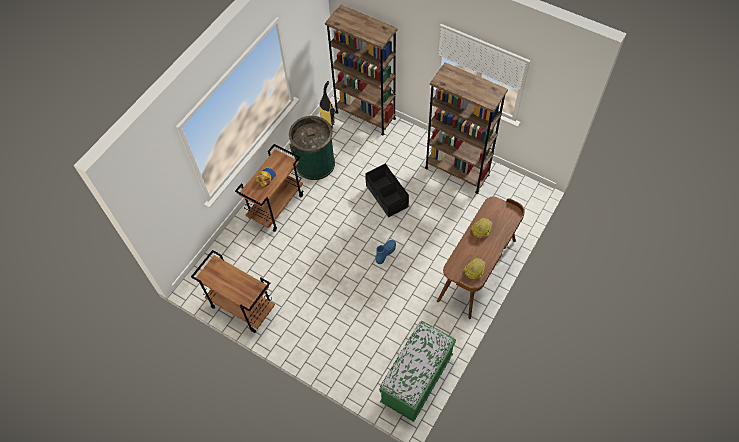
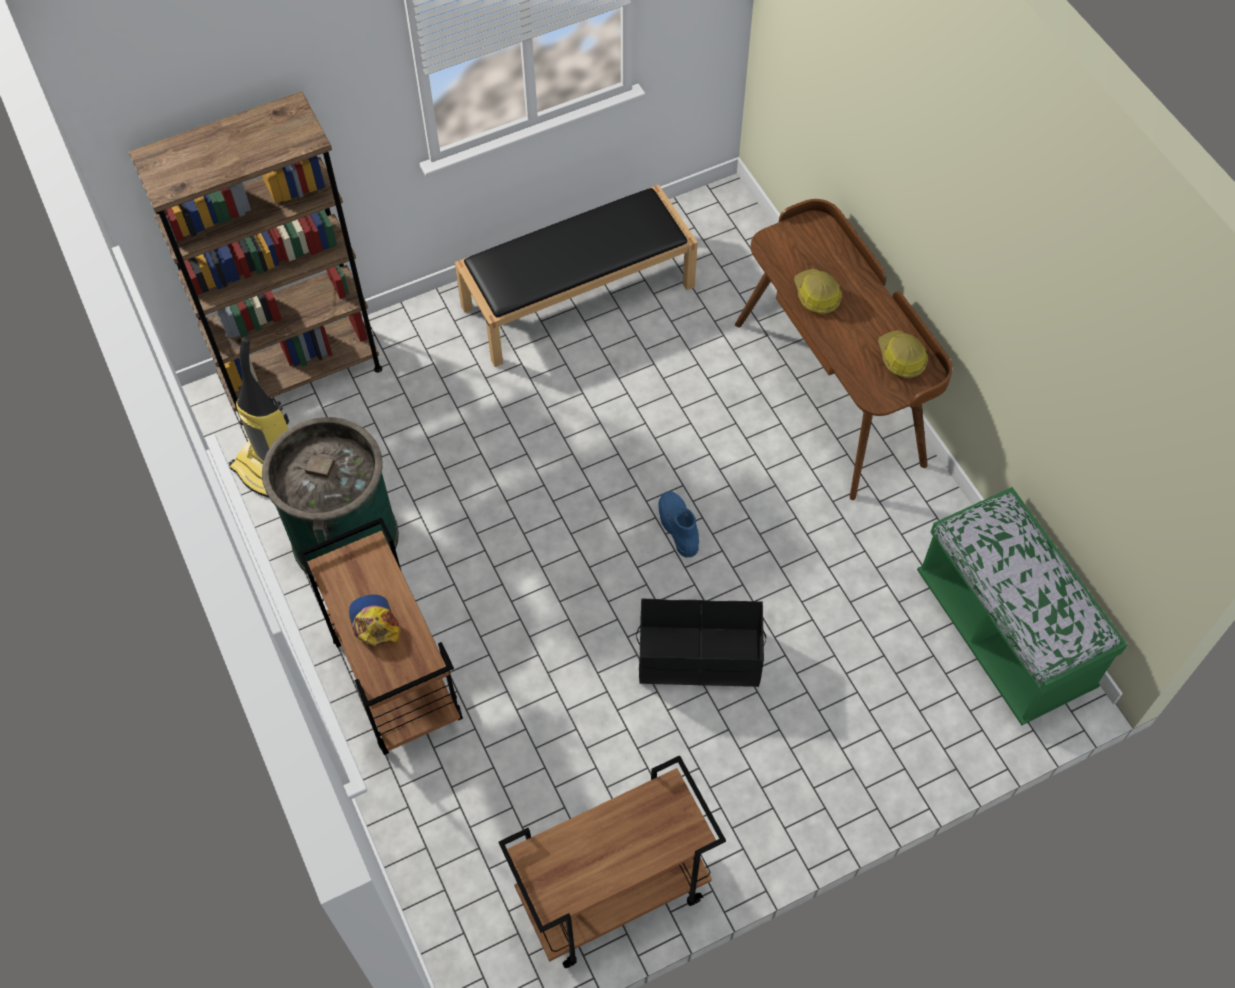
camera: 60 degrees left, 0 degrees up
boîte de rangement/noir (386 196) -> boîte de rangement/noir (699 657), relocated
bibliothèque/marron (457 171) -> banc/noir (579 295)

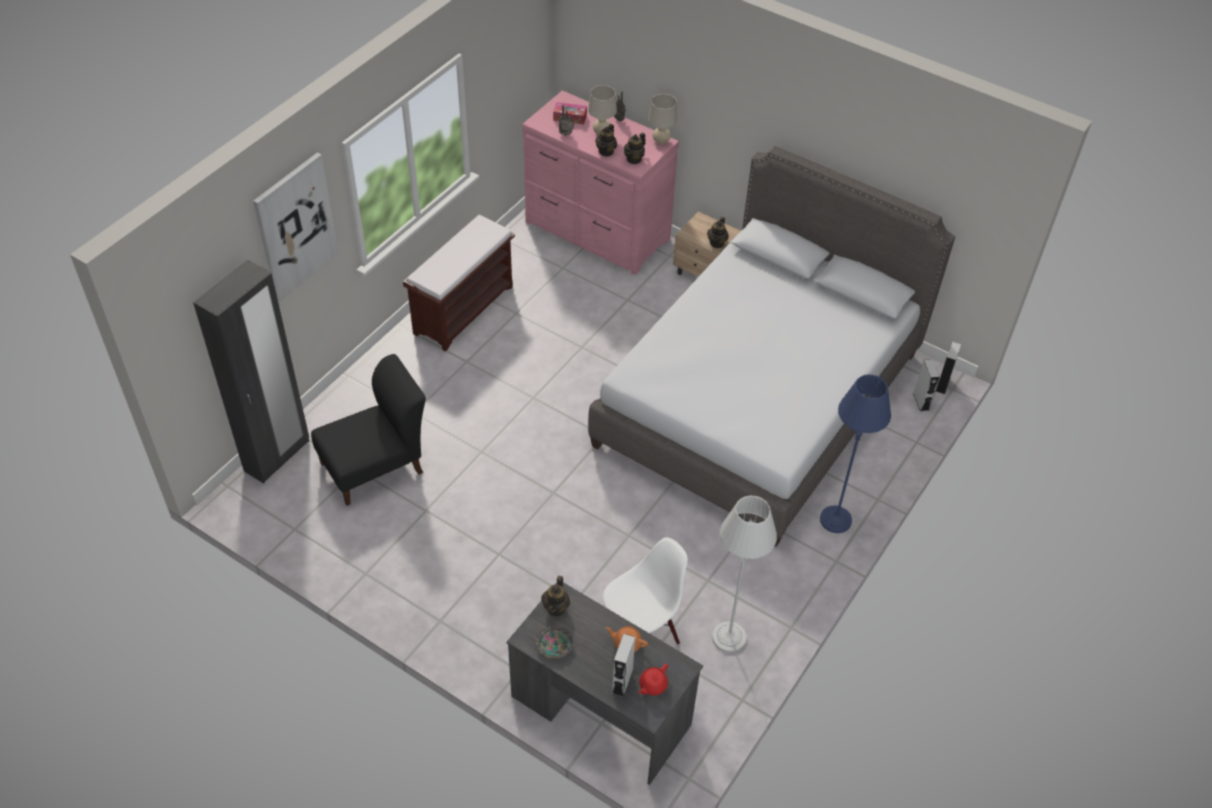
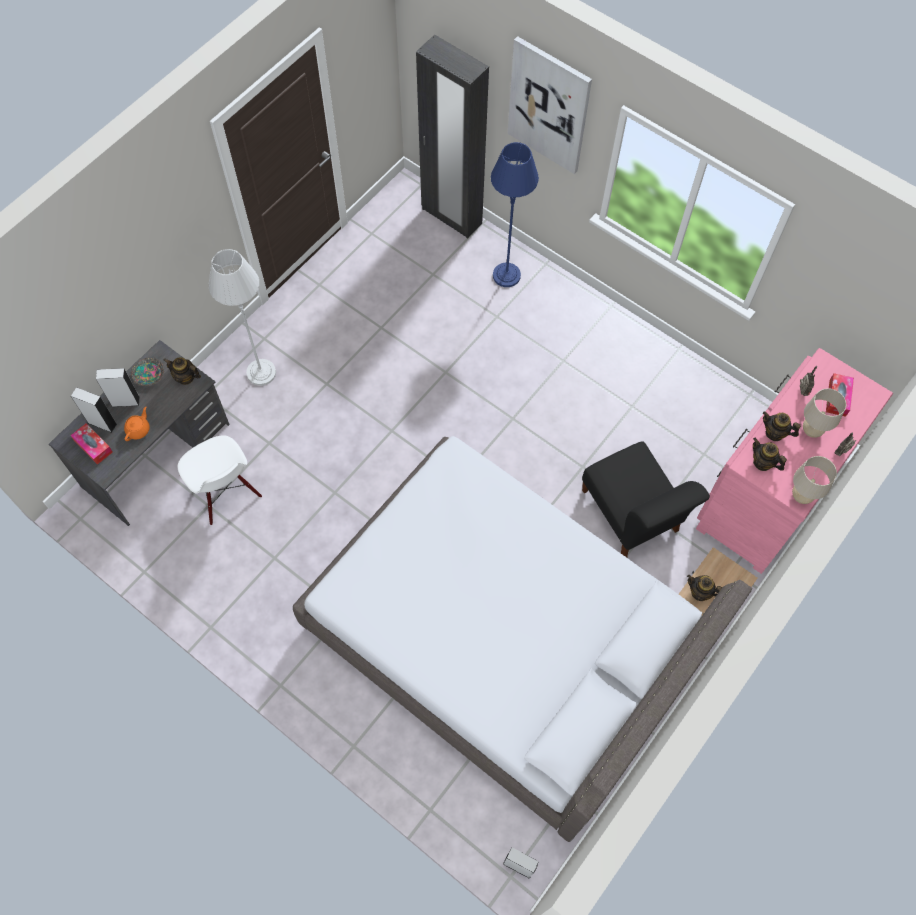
camera: 95 degrees right, 15 degrees up
chaise/noir (376 466) -> chaise/noir (631 515), relocated
banc/marron (464 309) -> none
théière/rouge (652 685) -> boîte à mouchoirs (93 446)
lampadaire/gris (729 638) -> lampadaire/gris (261 373), relocated
lampadaire/bleu (835 520) -> lampadaire/bleu (506 275), relocated
enceinte/gris (921 401) -> enceinte/gris (125 401), relocated

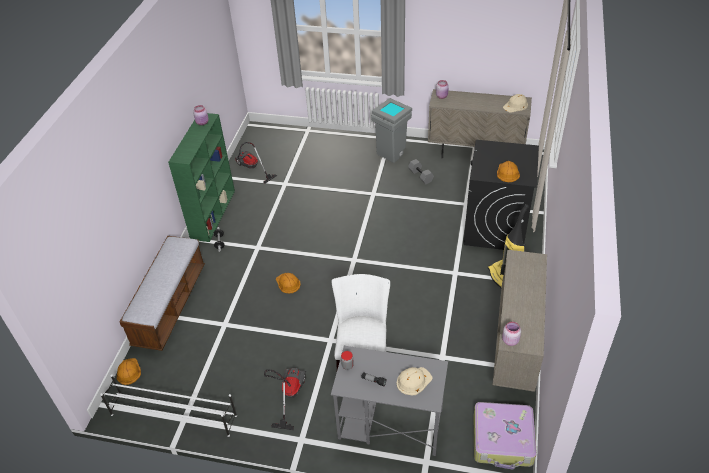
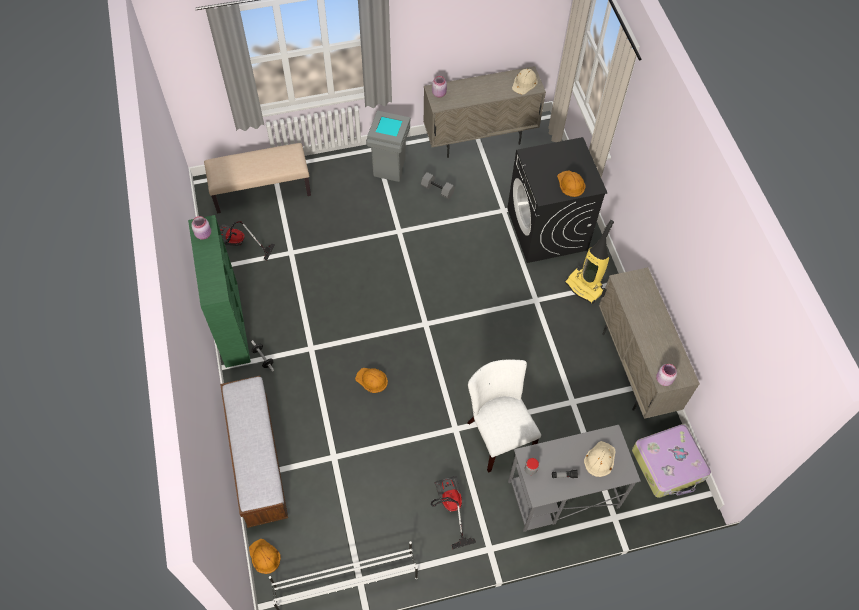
camera: 30 degrees left, 15 degrees up
none -> banc/beige (262 190)

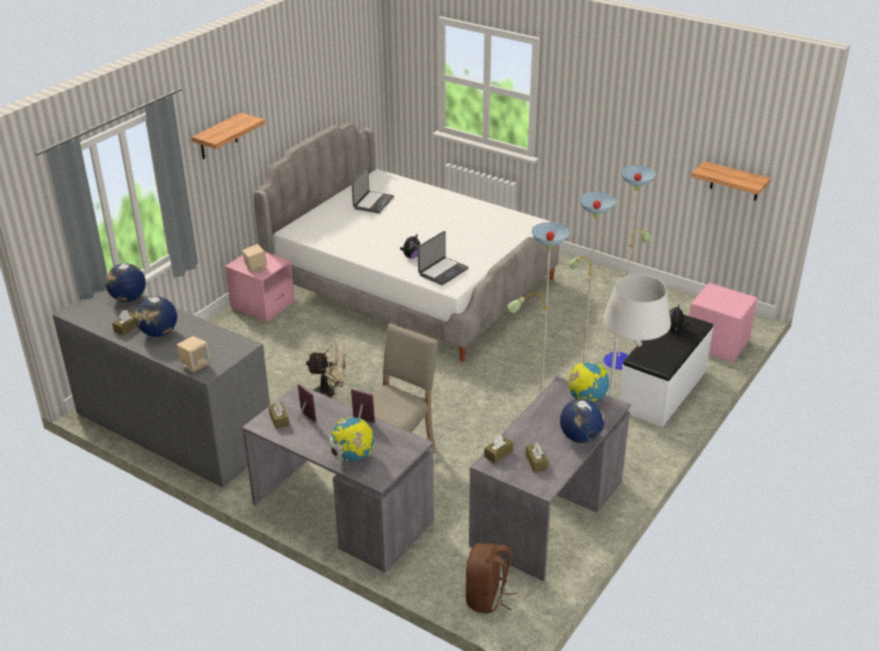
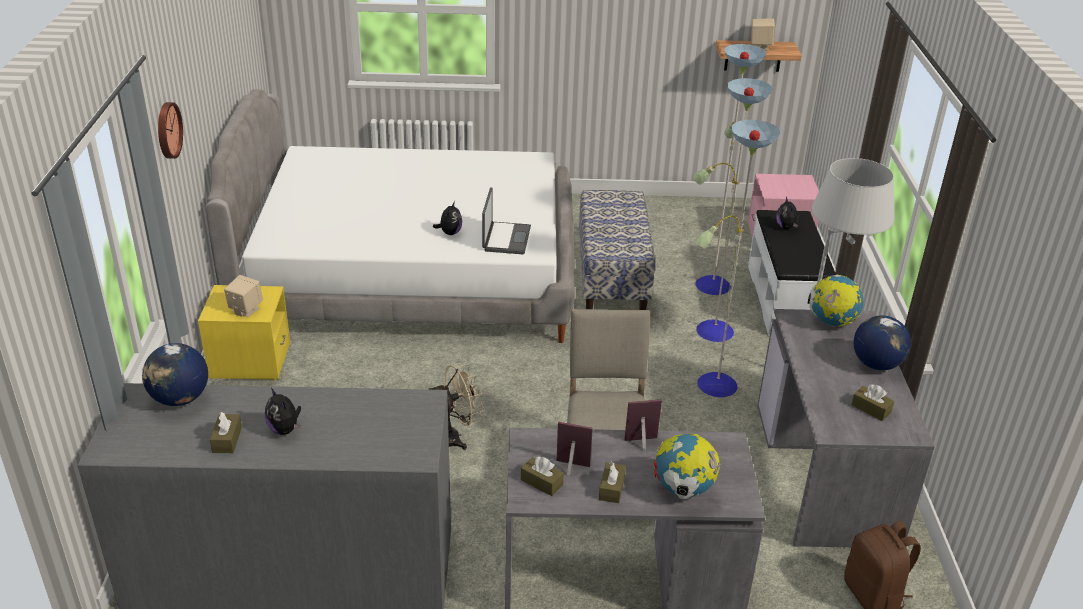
camera: 35 degrees left, 0 degrees up
globe (159 333) -> peluche (285 429)
enceinte/beige (195 365) -> enceinte/beige (760 46), relocated
étagère (218 137) -> horloge murale (167 130)
table de chevet/rose (262 305) -> table de chevet/jaune (250 361)
ordinateur portable (372 203) -> none
boîte à mouchoirs/marron (498 454) -> boîte à mouchoirs/marron (611 488), relocated
none -> banc (611 278)

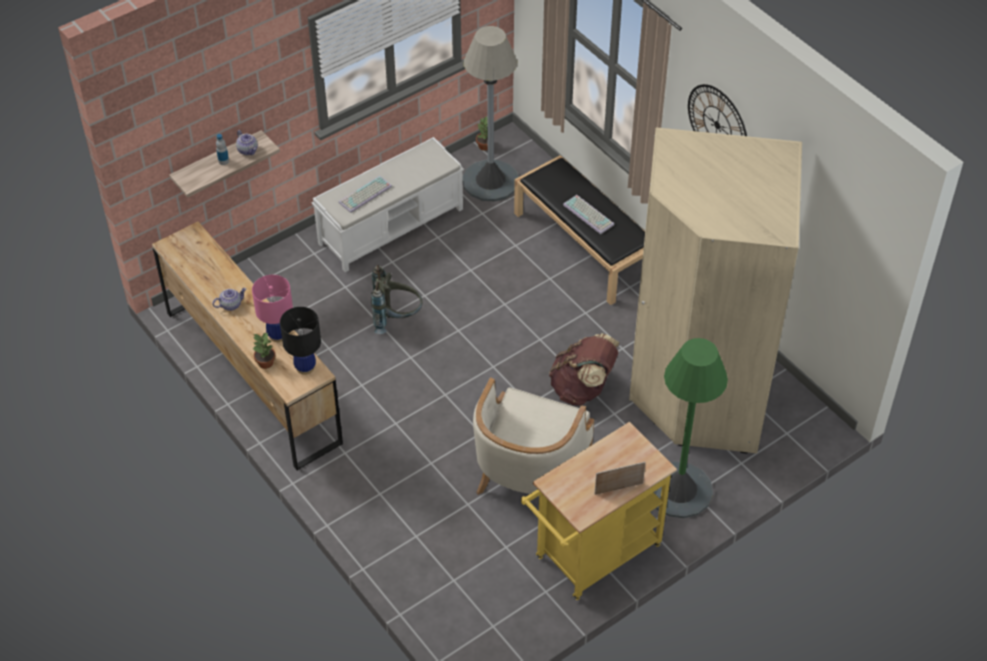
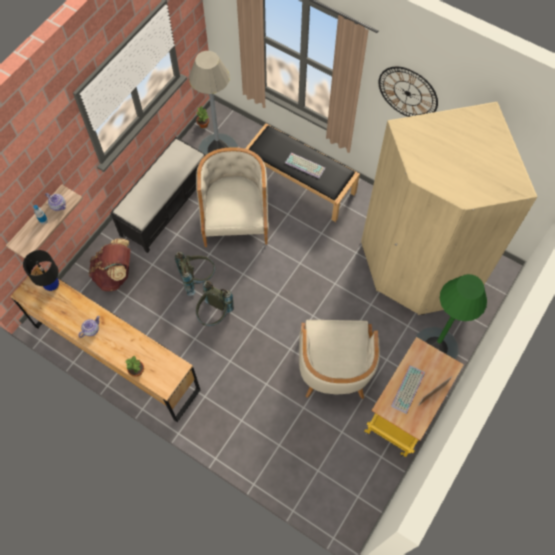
camera: 20 degrees left, 15 degrees up
lampe de table/rose (278 335) -> none
lampe de table/noir (305 367) -> lampe de table/noir (52 285), relocated
banc/blanc (392 225) -> banc/noir (165 206)
clavier (365 195) -> clavier (408 390), relocated
sac à dos/marron (583 389) -> sac à dos/marron (115 274), relocated
none -> fauteuil/beige (235 218)
none -> sac à dos/gris (214 315)

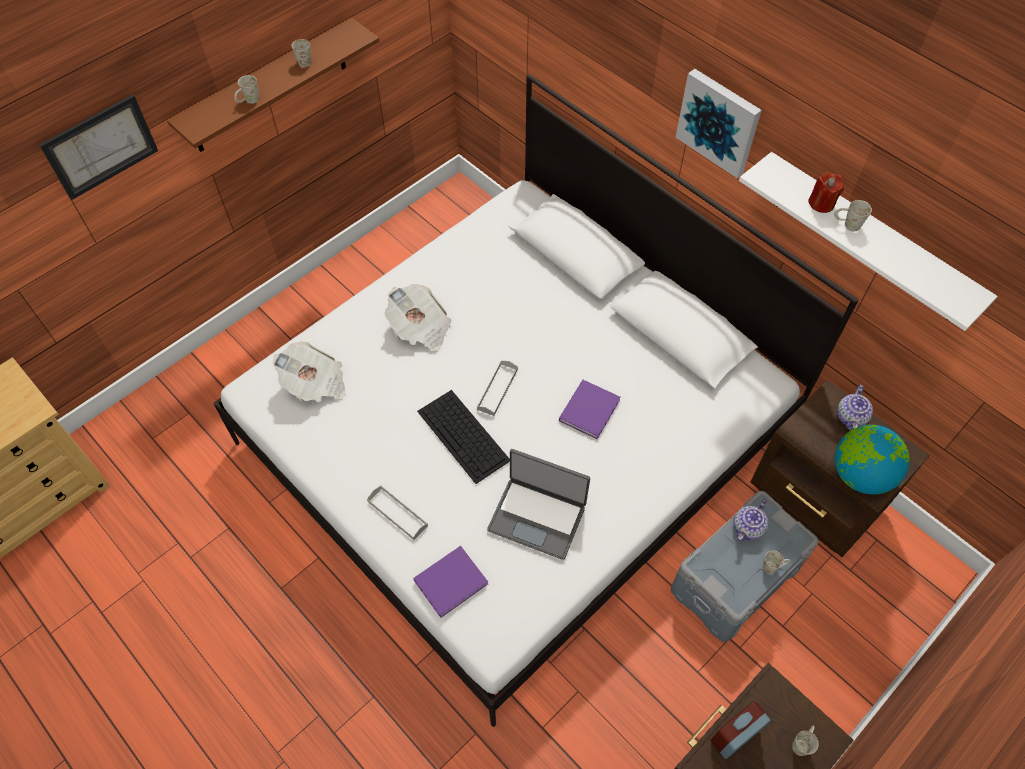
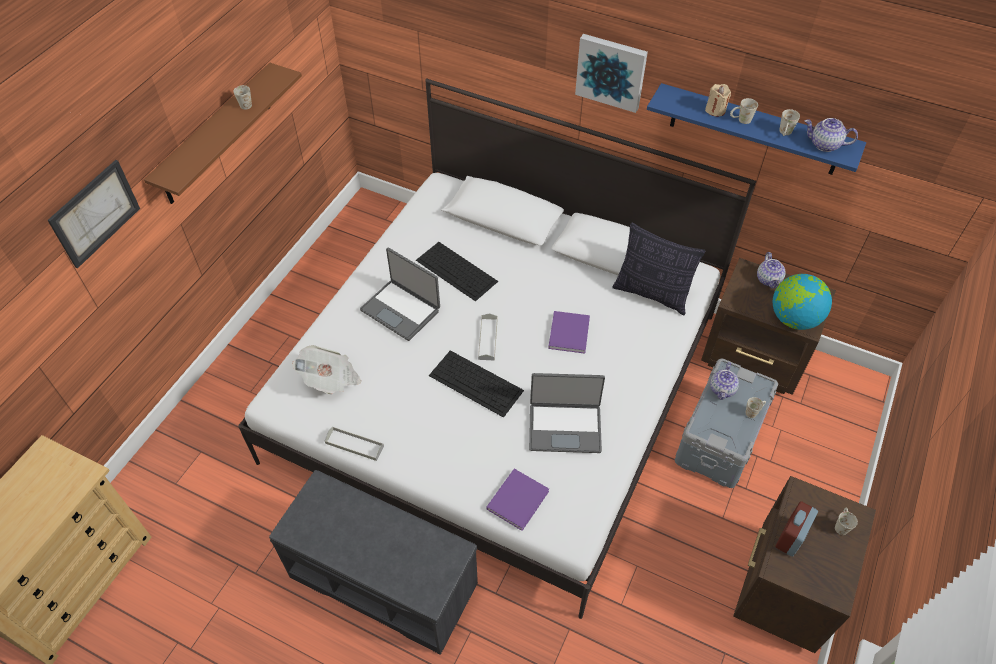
camera: 20 degrees left, 5 degrees down
mug/blanc (248 101) -> mug/blanc (784 134), relocated
plateau/gris (397 513) -> plateau/gris (354 445), relocated
journal (420 328) -> ordinateur portable (401 309)
étagère/blanc (868 240) -> étagère/bleu (754 130)
bougie/rouge (821 203) -> bougie/beige (715 110)
none -> banc/gris (385 579)
none -> clavier (457 271)
none -> coussin (652 294)
none -> théière (824 145)

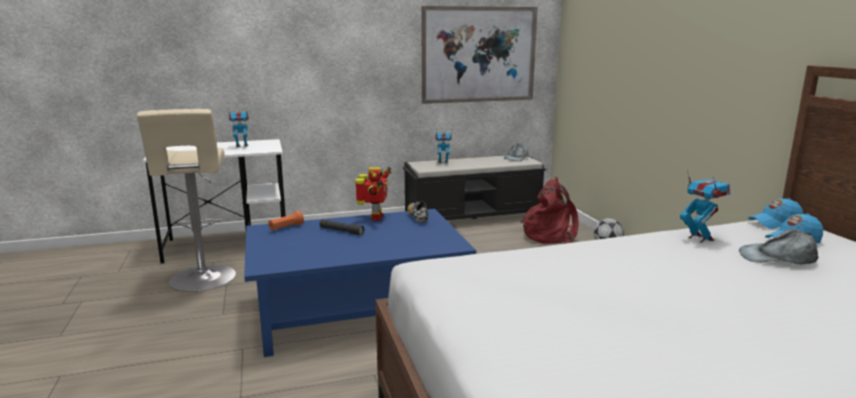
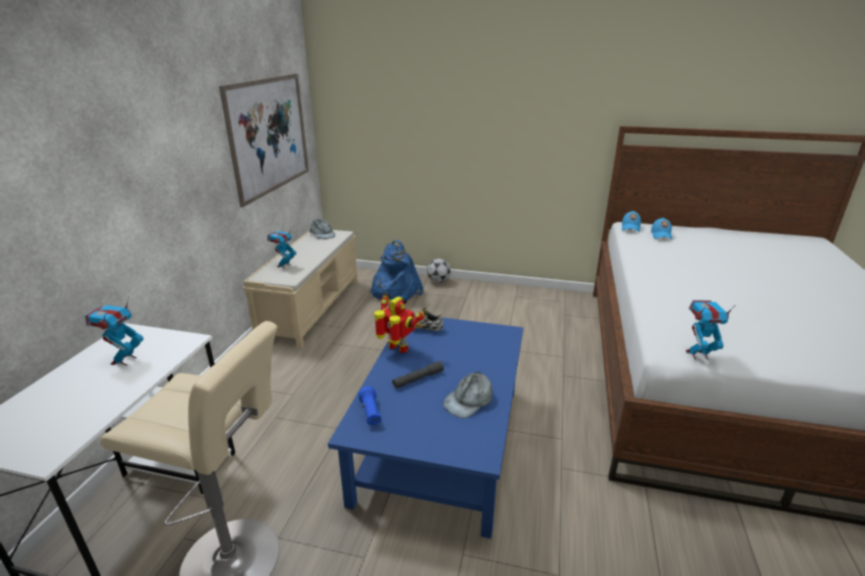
camera: 60 degrees left, 10 degrees up
lampe de poche/orange (286 228) -> lampe de poche/bleu (370 413)
banc/noir (473 218) -> banc/beige (312 308)
sac à dos/rouge (551 235) -> sac à dos/bleu (394 291)
robot jouet (699 238) -> robot jouet (697 354), relocated
casquette/gris (777 257) -> casquette/gris (469 400), relocated

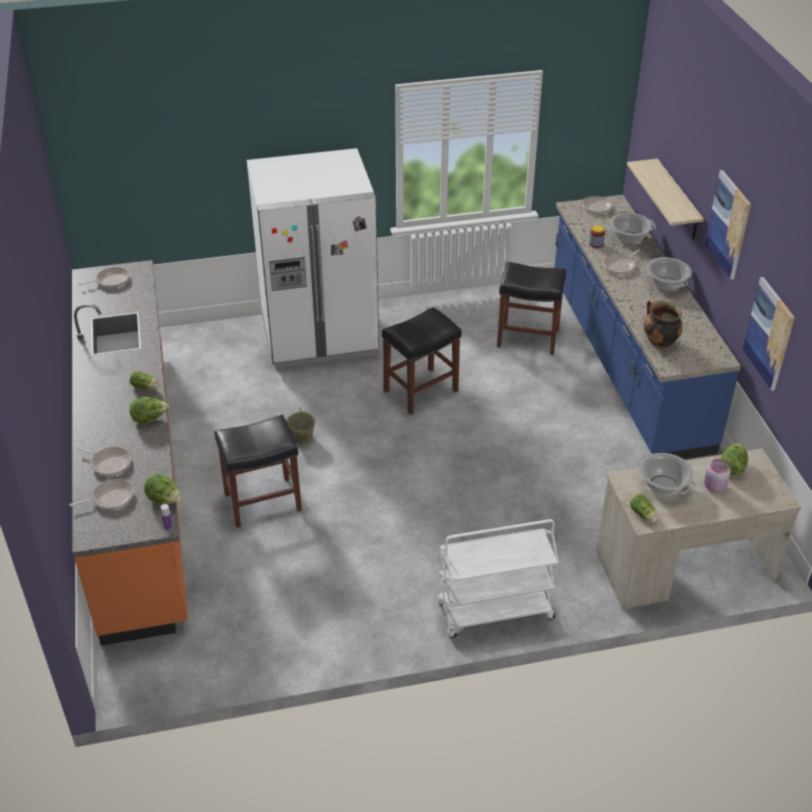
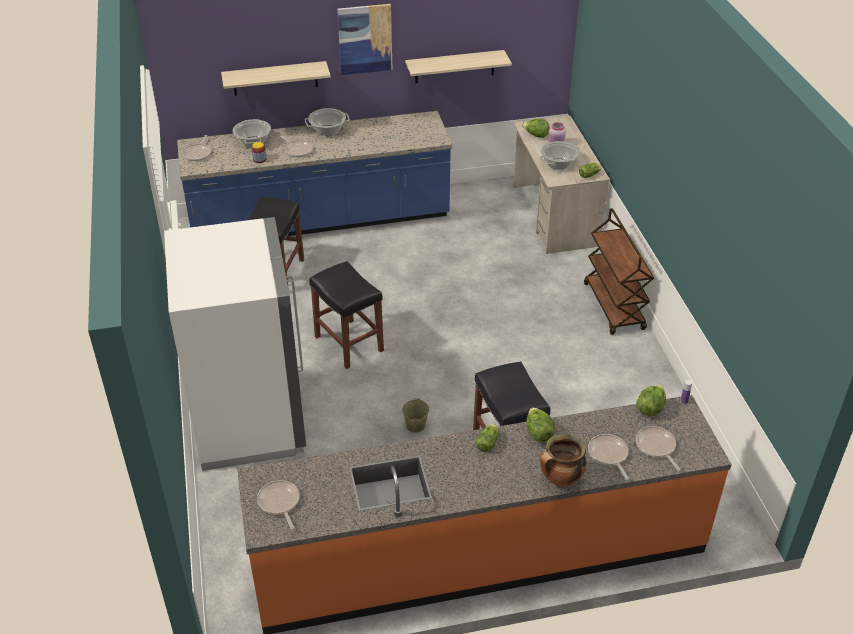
camera: 90 degrees left, 0 degrees up
poêle (109 463) -> poêle (608 455), 45 degrees counterclockwise
chariot/blanc (494 612) -> chariot/marron (614 307)
marmite (659 342) -> marmite (560 480), relocated
tableau (769 333) -> étagère (454 66)

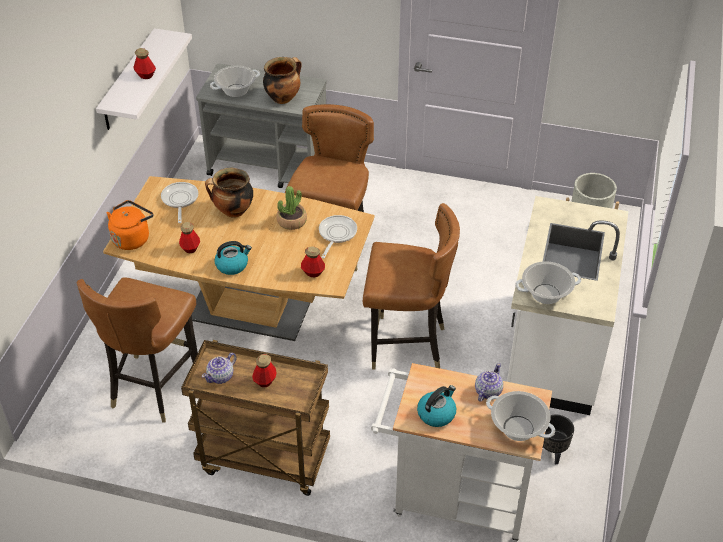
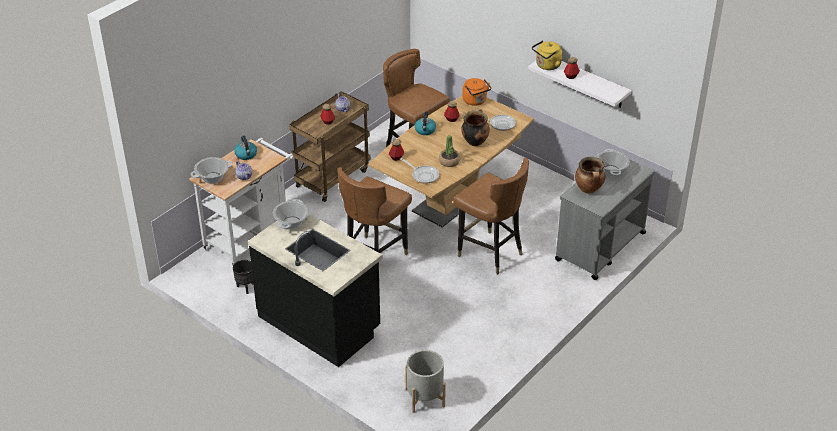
camera: 115 degrees right, 5 degrees down
comptoir de cuisine/blanc (554 350) -> comptoir de cuisine/noir (320 323)
none -> bouilloire/jaune (547 66)

